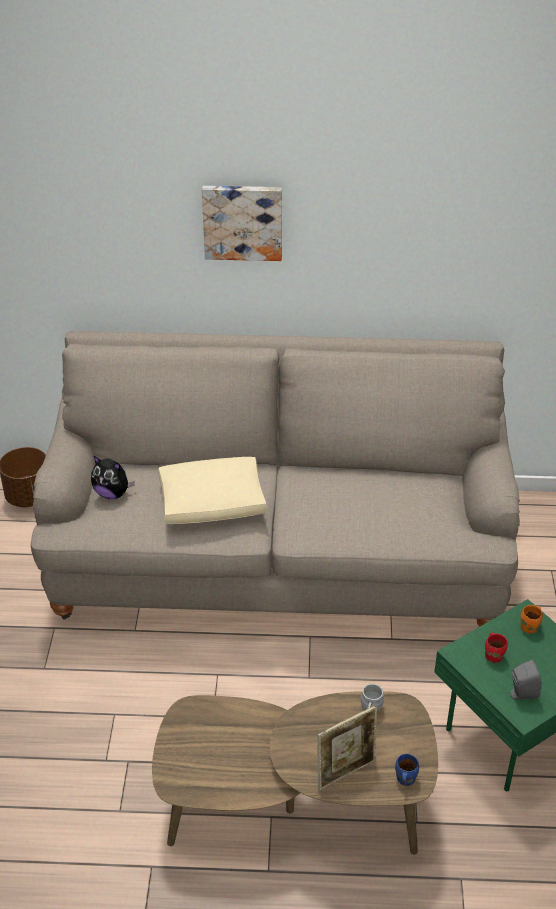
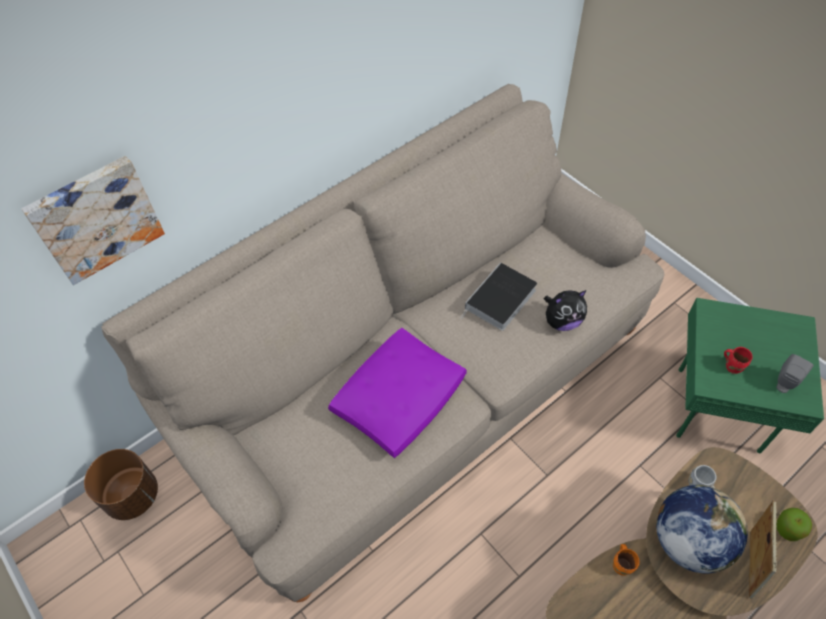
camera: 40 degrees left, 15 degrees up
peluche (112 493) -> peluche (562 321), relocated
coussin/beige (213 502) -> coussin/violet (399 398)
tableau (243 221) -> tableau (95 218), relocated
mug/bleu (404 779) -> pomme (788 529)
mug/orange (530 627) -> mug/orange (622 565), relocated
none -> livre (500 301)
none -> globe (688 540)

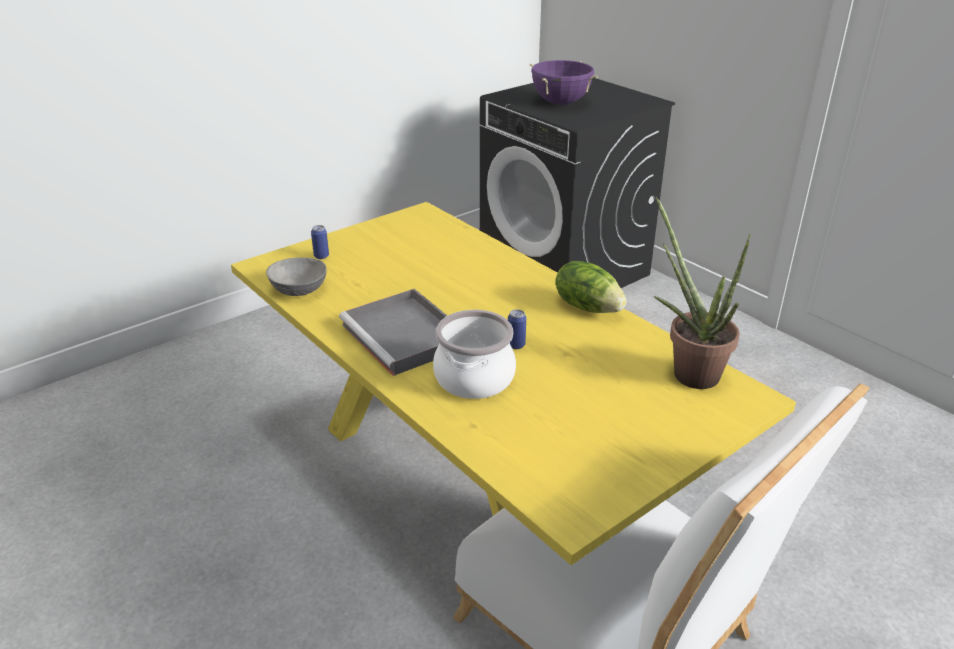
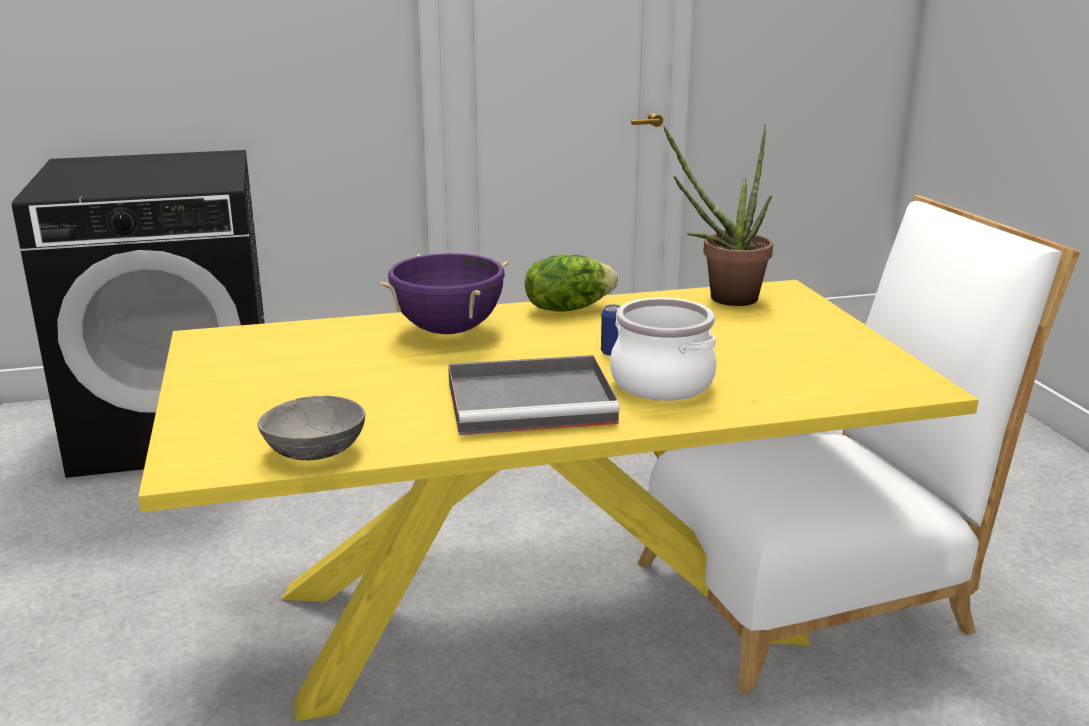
camera: 65 degrees left, 10 degrees down
boîte métallique (321 256) -> none
marmite/violet (561 103) -> marmite/violet (448 330), relocated

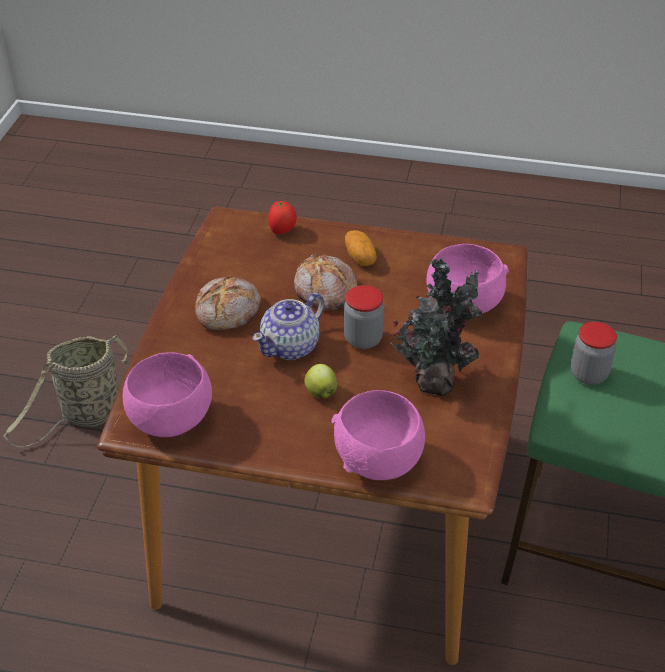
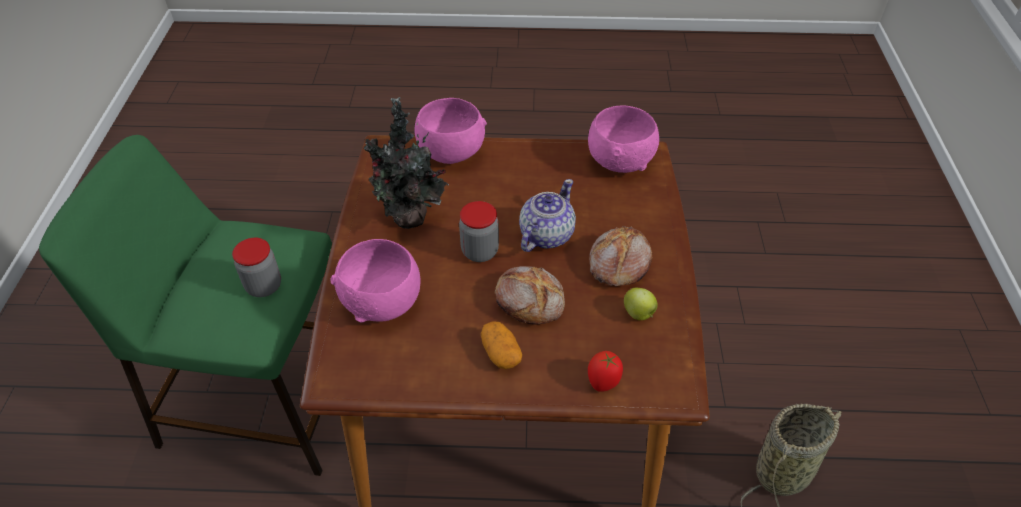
camera: 170 degrees right, 5 degrees up
pomme (320 392) -> pomme (639 314), relocated

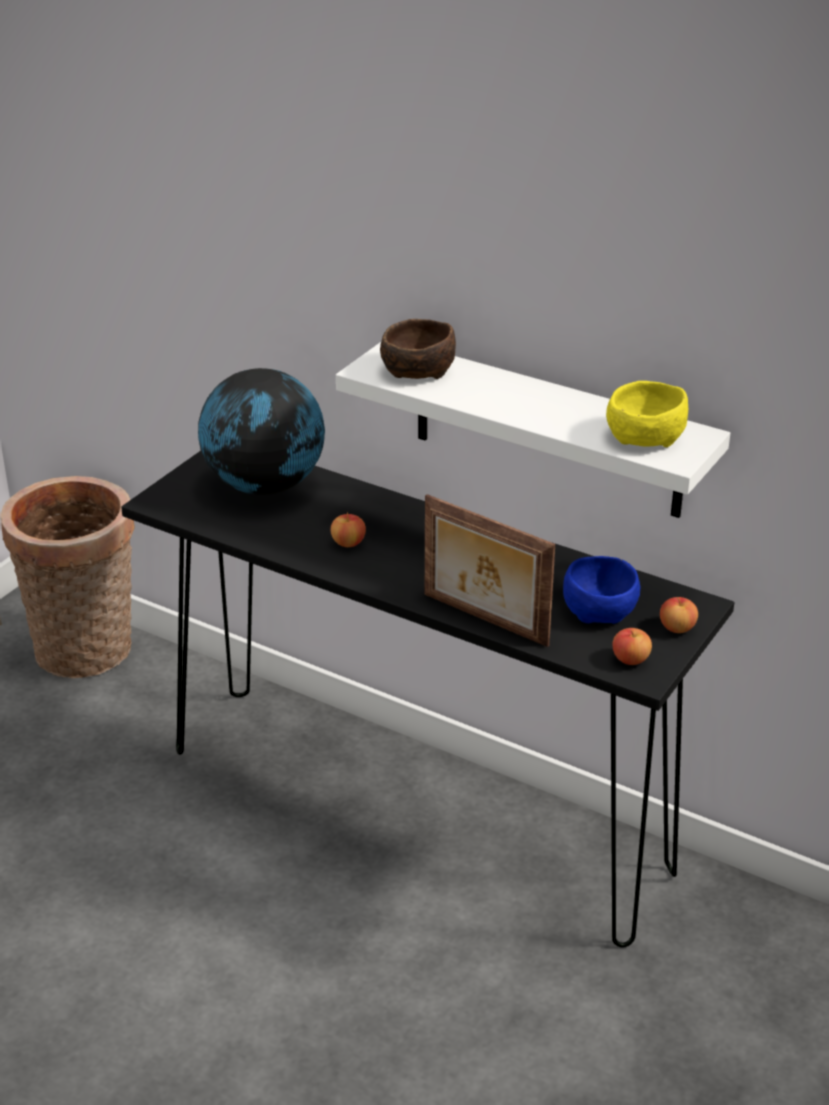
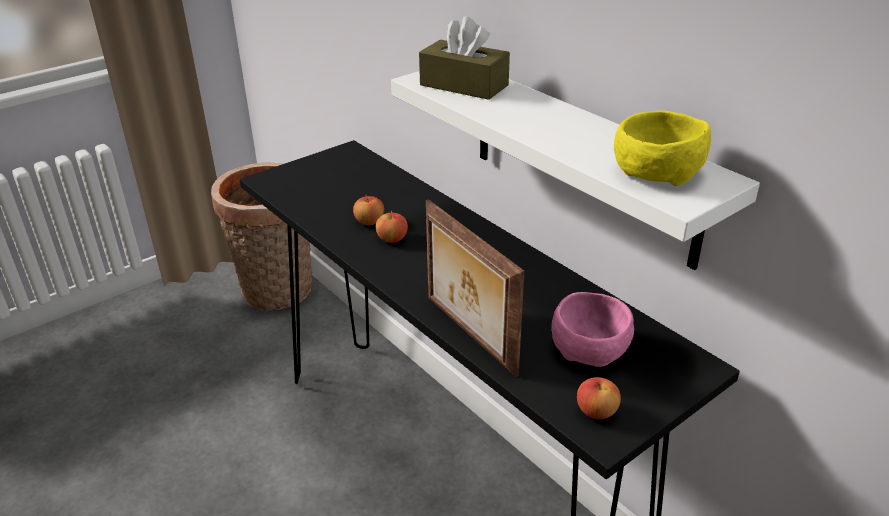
camera: 20 degrees right, 0 degrees up
globe (265 486) -> none
bol/marron (416 370) -> boîte à mouchoirs/marron (464 85)
bol/bleu (601 608) -> bol/rose (591 348)
pomme (677 628) -> pomme (369 222), relocated

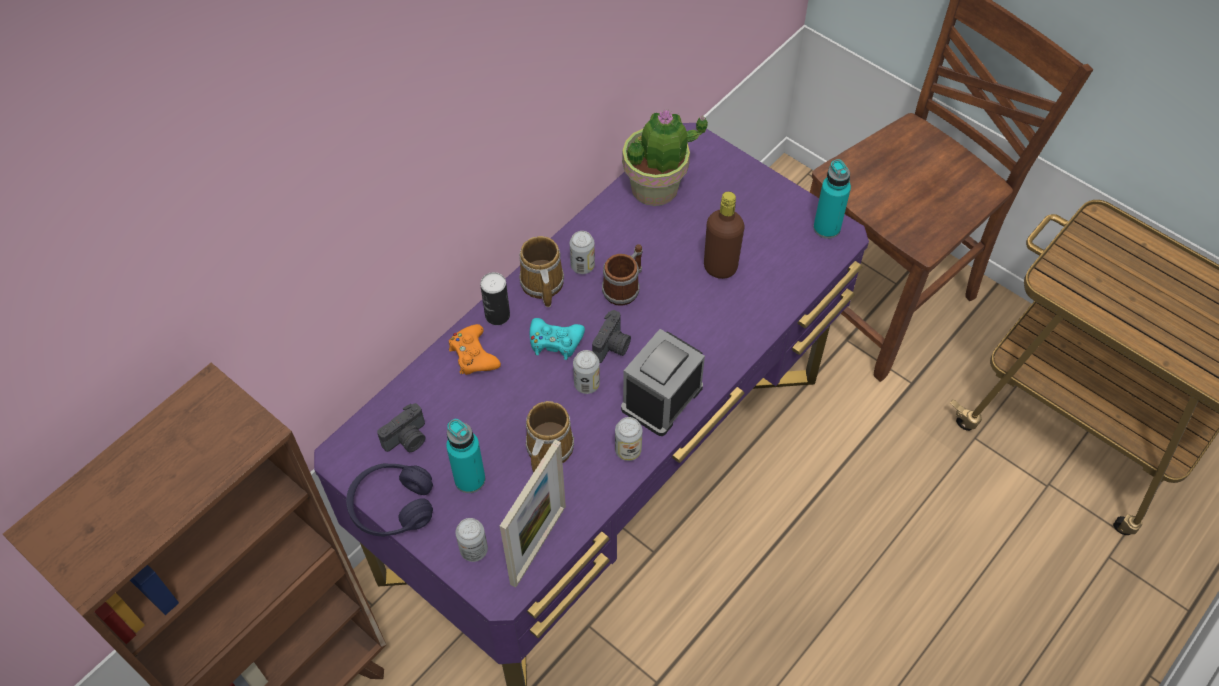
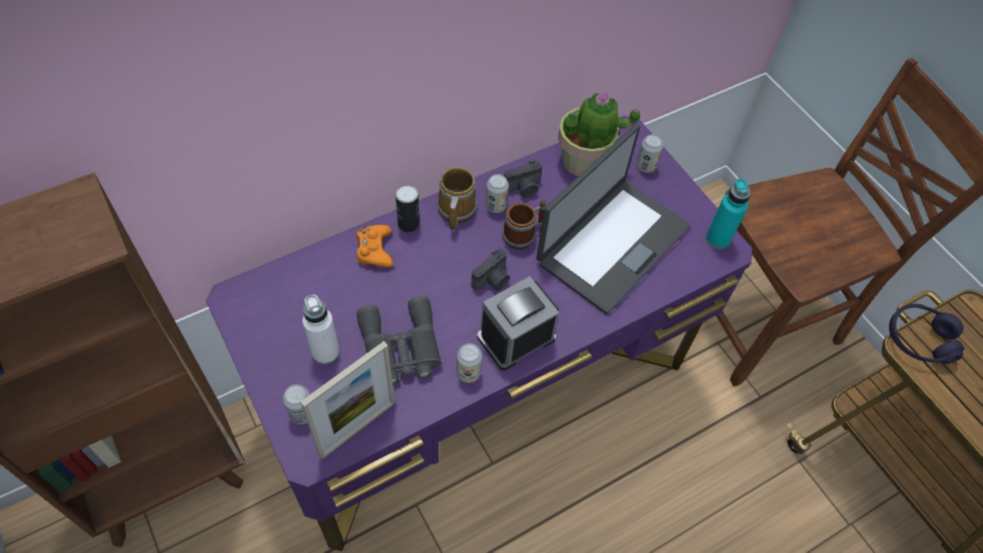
camera: 15 degrees right, 0 degrees up
casque audio/violet (392 506) -> casque audio/violet (919 340), relocated
appareil photo (408 439) -> appareil photo (523 188), relocated
bouteille/turquoise (470 479) -> bouteille/blanc (325 352)
mug (547 449) -> jumelles/gris (400 348)
manette/turquoise (555 342) -> none
boîte métallique (587 384) -> boîte métallique (645 166), relocated
bouteille/marron (720 267) -> ordinateur portable (611 243)

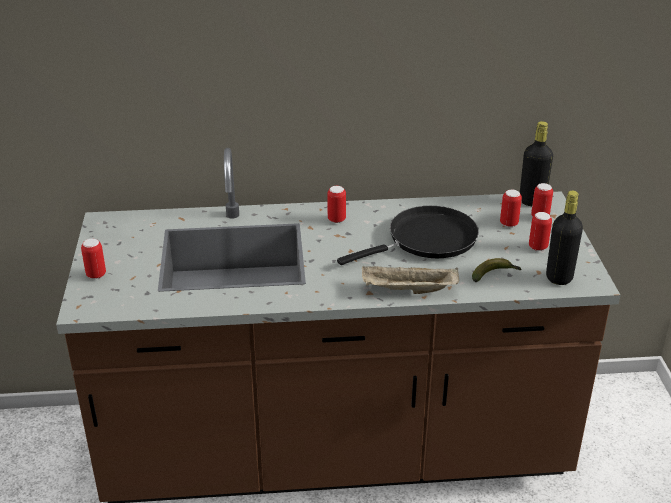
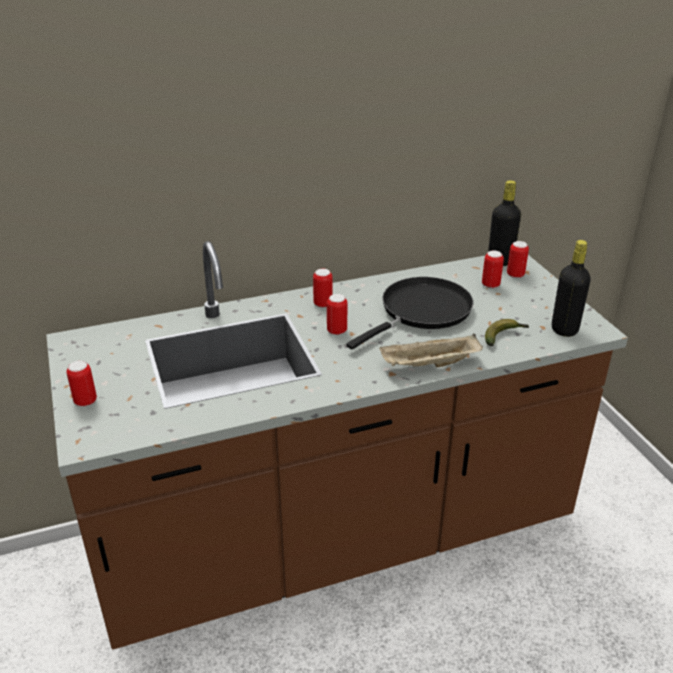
camera: 15 degrees left, 0 degrees up
boîte métallique (538 247) -> boîte métallique (337 331), relocated

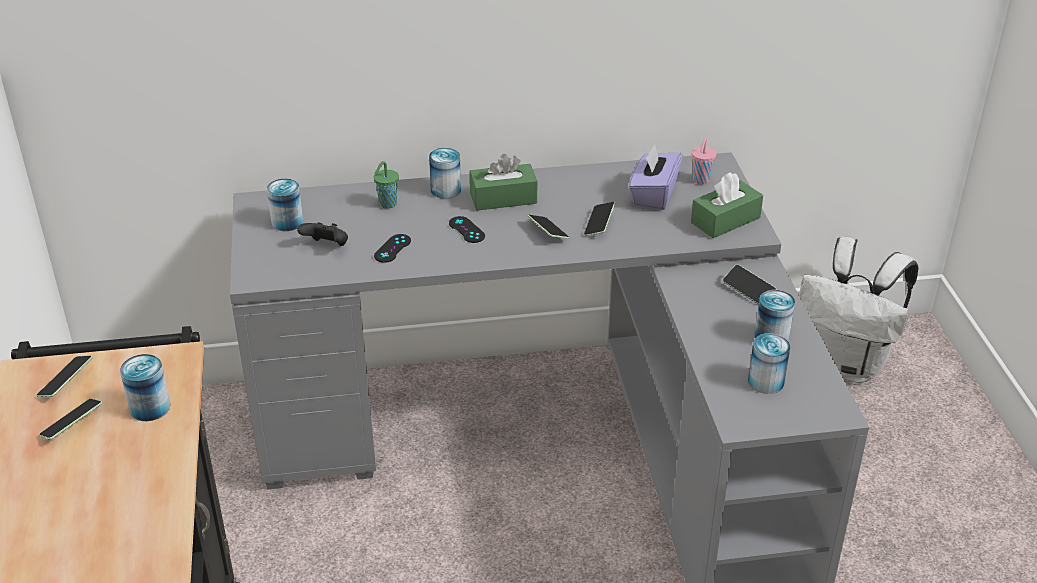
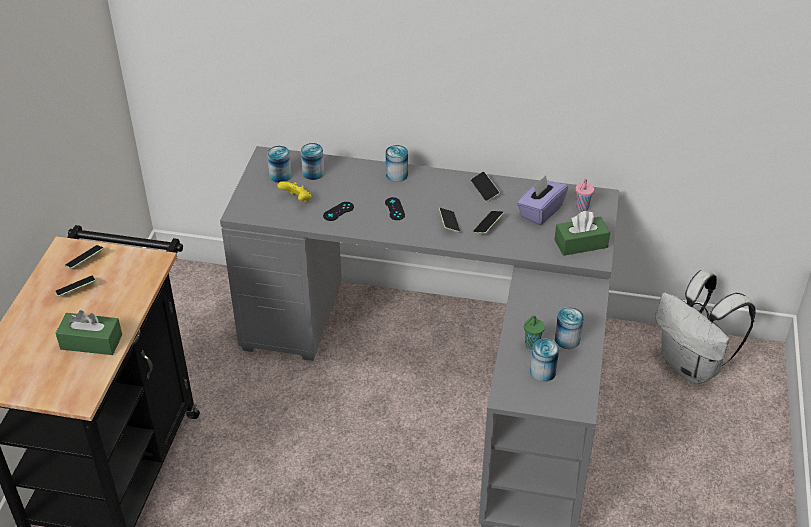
camera: 20 degrees right, 5 degrees up
boîte métallique (150 407) -> boîte métallique (313 173), relocated
manette/noir (327 246) -> manette/jaune (297 200)
tasse/vert (387 204) -> tasse/vert (531 345), relocated
boîte à mouchoirs/vert (503 198) -> boîte à mouchoirs/vert (91 342), relocated
téléphone (748 291) -> téléphone (484 190), relocated

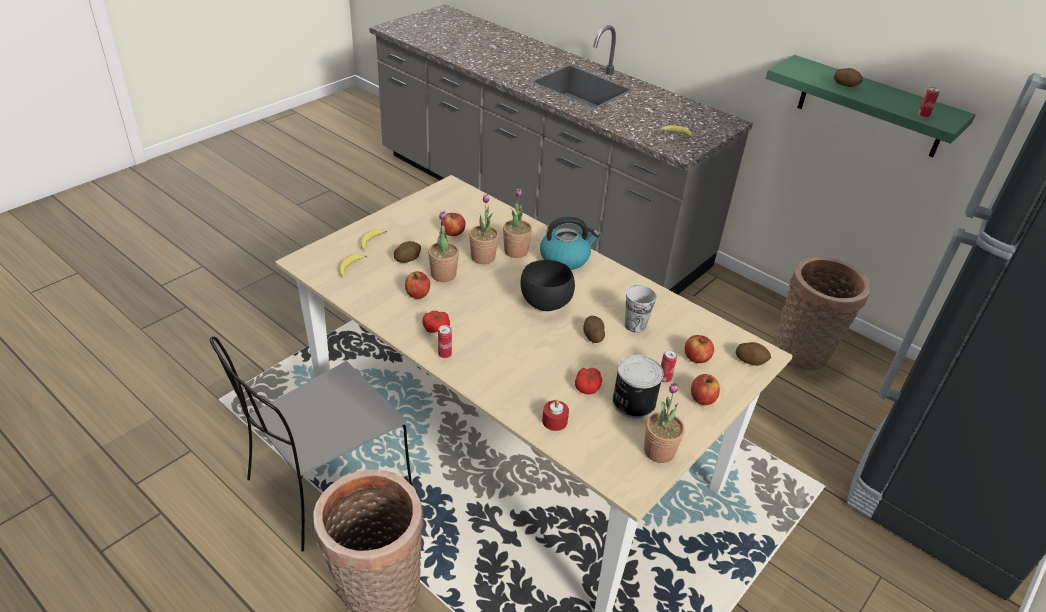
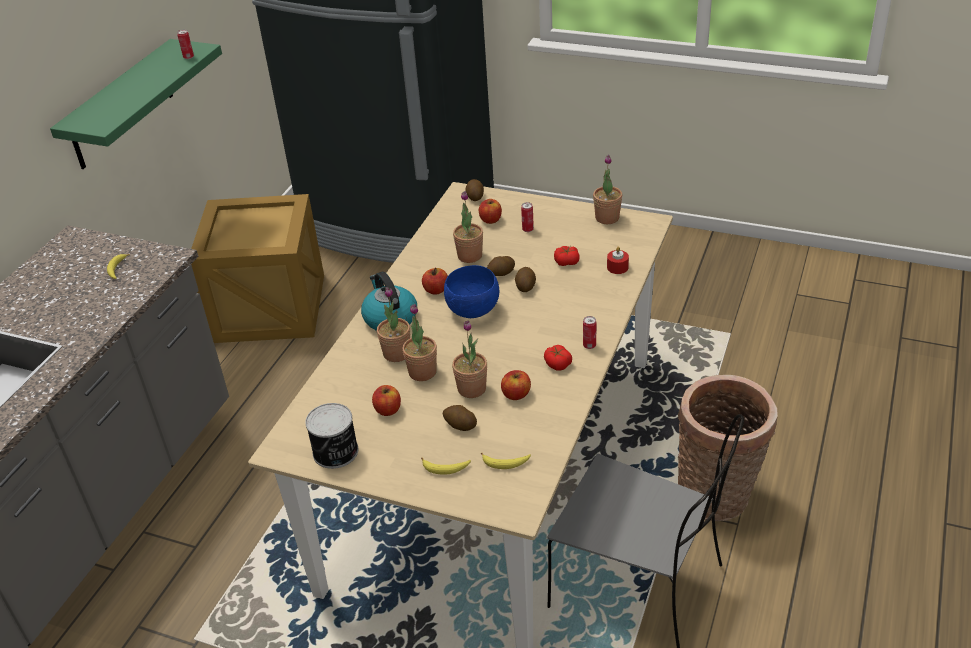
camera: 105 degrees left, 0 degrees up
bol/noir (544 303) -> bol/bleu (474 311)
boîte métallique (632 402) -> boîte métallique (336 452), relocated
tasse (635 325) -> plante en pot (470 256)
pomme (702 398) -> pomme (436 290), relocated
panier (803 355) -> caisse (270 306)
pomme de terre (845 85) -> pomme de terre (525 286), relocated

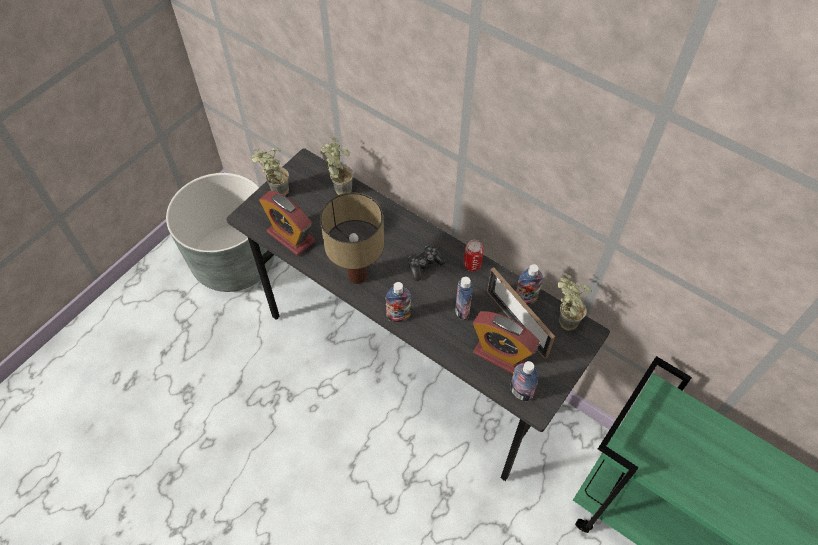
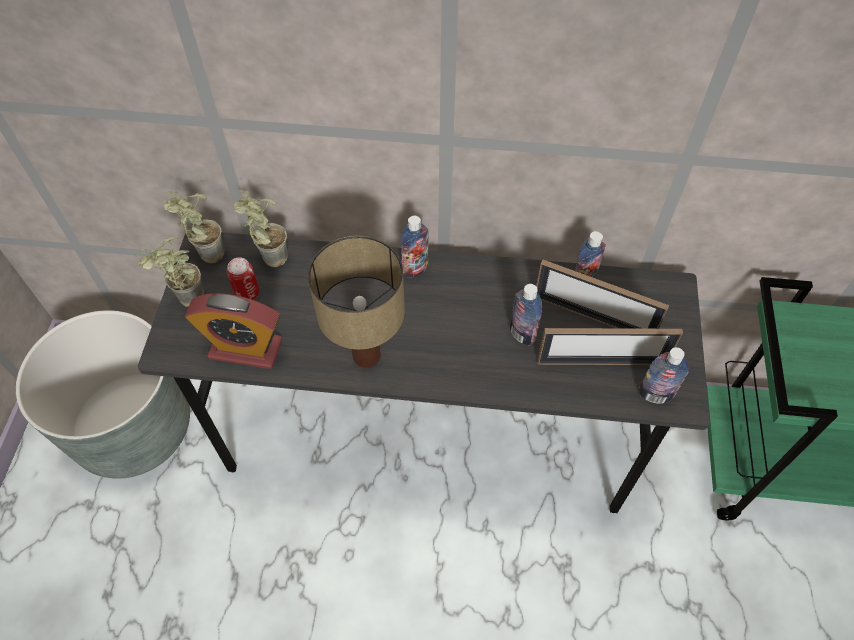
camera: 30 degrees left, 0 degrees up
bouteille (398 316) -> bouteille (415 268), relocated
manette (424 265) -> none
boîte métallique (472 264) -> boîte métallique (247 293), relocated
réveil (500 354) -> cadre photo (601 362)
plante en pot (562 320) -> plante en pot (204 255), relocated

